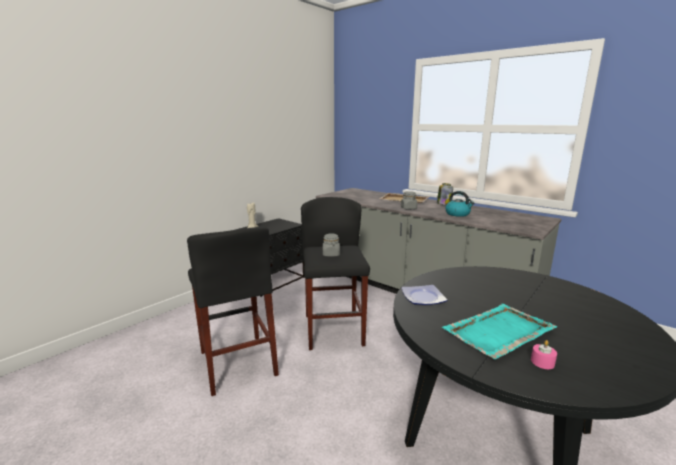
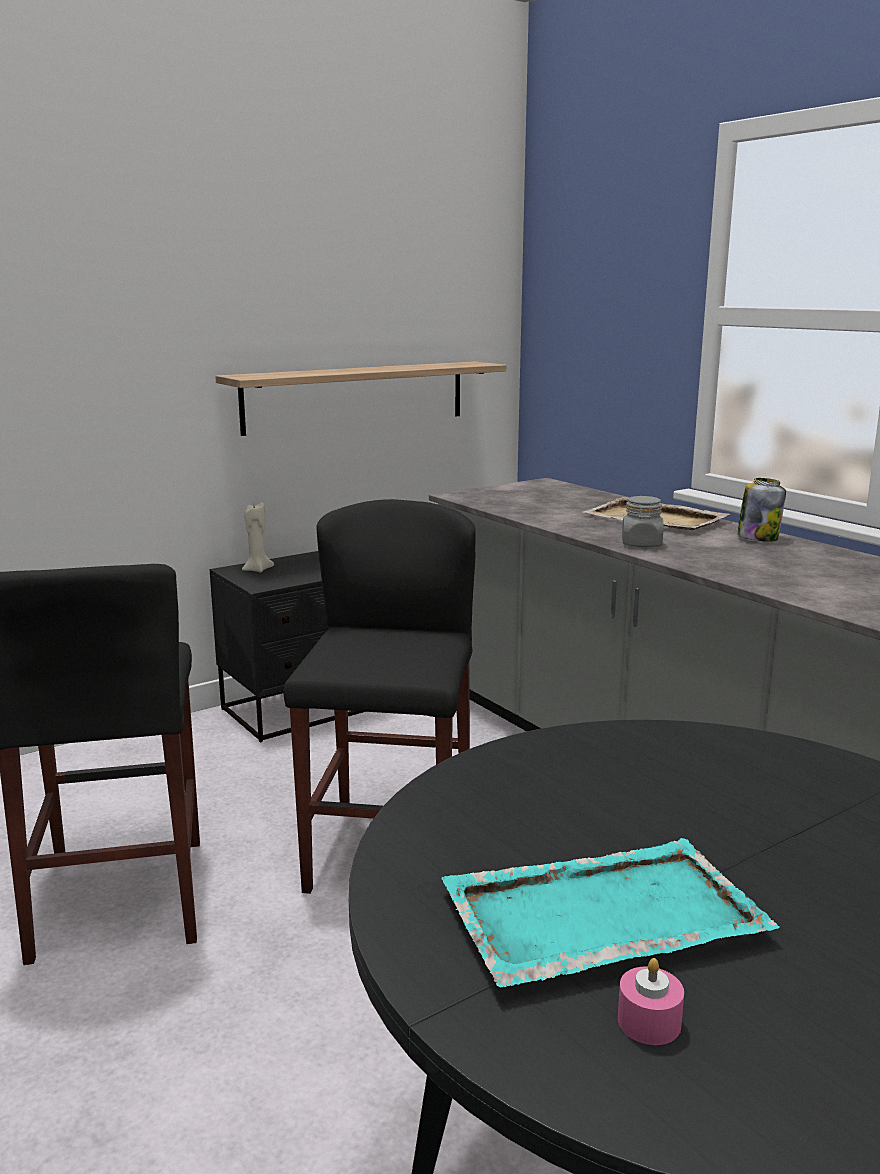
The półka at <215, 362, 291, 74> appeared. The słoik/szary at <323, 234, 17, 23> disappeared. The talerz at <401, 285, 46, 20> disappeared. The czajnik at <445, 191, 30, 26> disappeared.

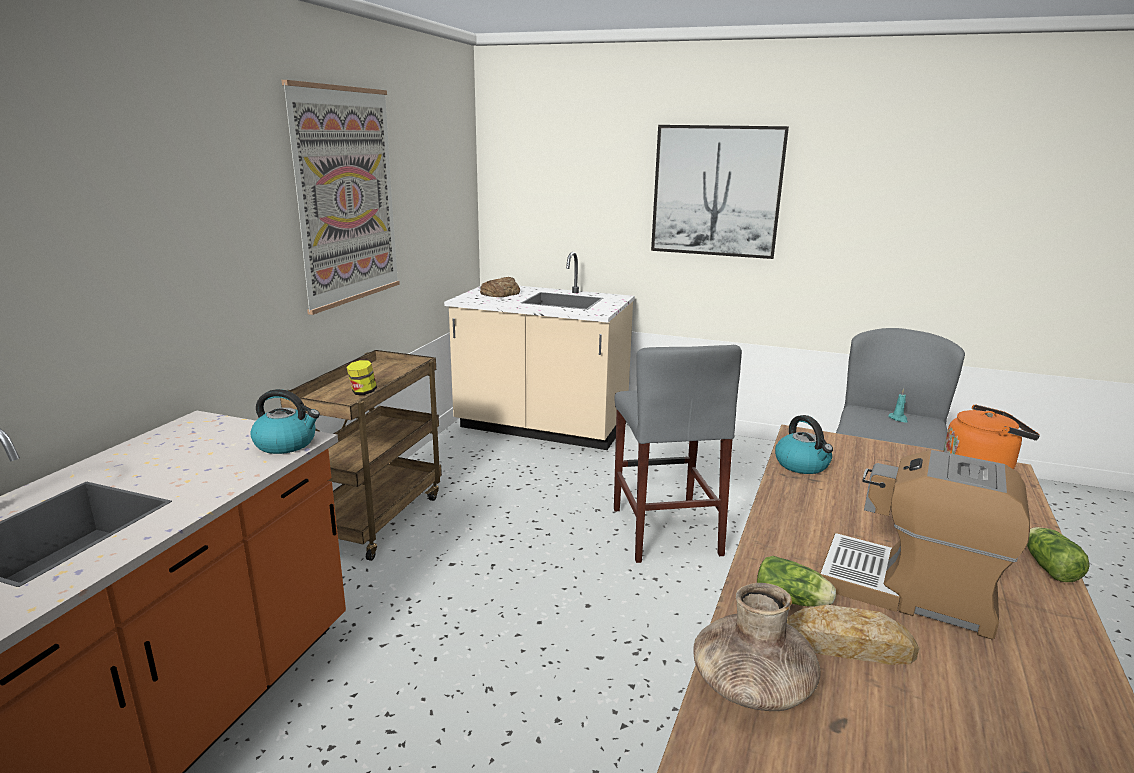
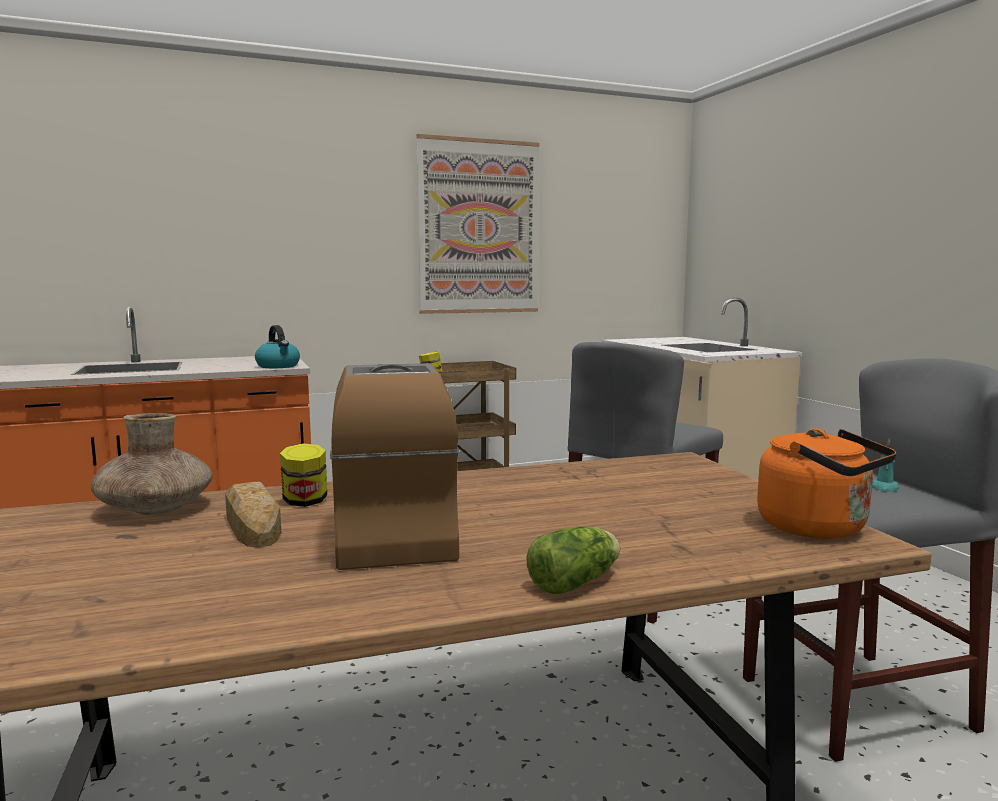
The sałata at <757, 556, 79, 51> was replaced by the słoik at <280, 443, 47, 64>. The chleb at <480, 277, 40, 20> disappeared. The obraz at <651, 125, 138, 134> disappeared. The czajnik at <775, 415, 58, 59> disappeared.

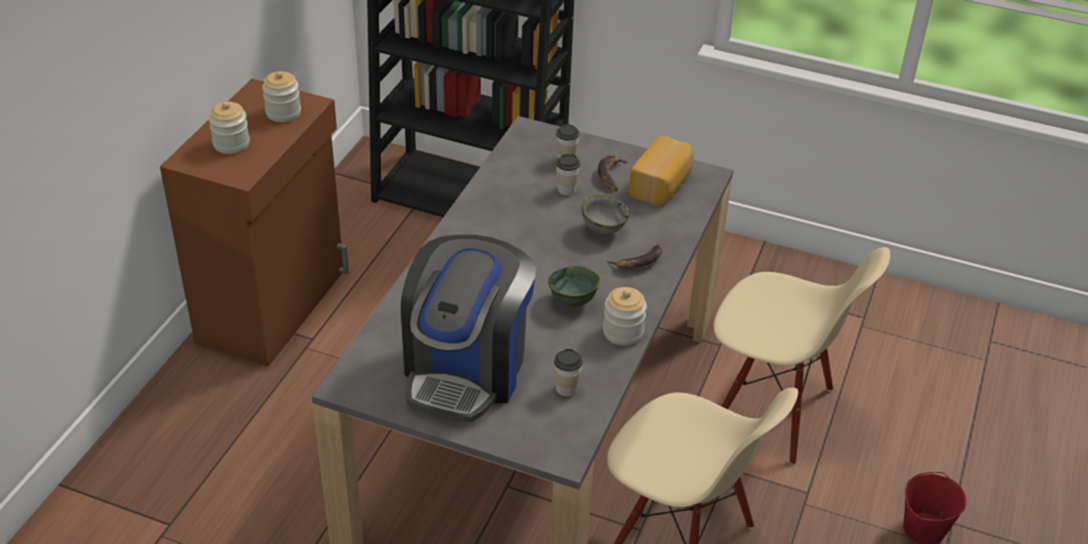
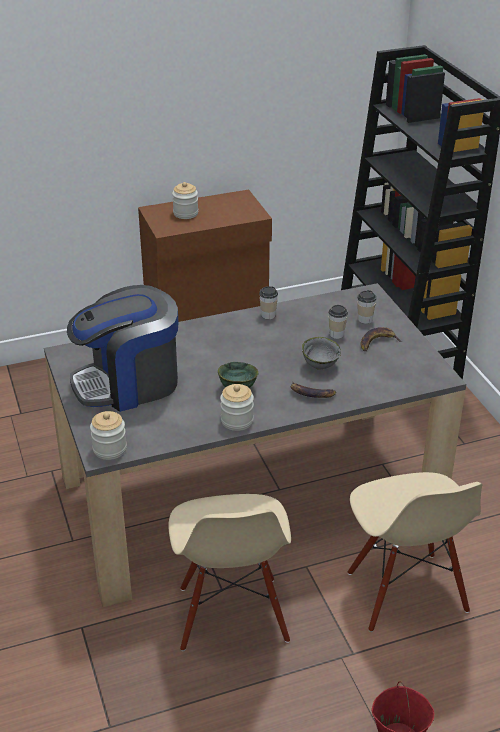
The słoik moved from <262, 71, 39, 51> to <90, 411, 37, 49>. The filiżanka moved from <554, 349, 29, 48> to <259, 286, 19, 33>. The chleb at <629, 136, 65, 70> disappeared.

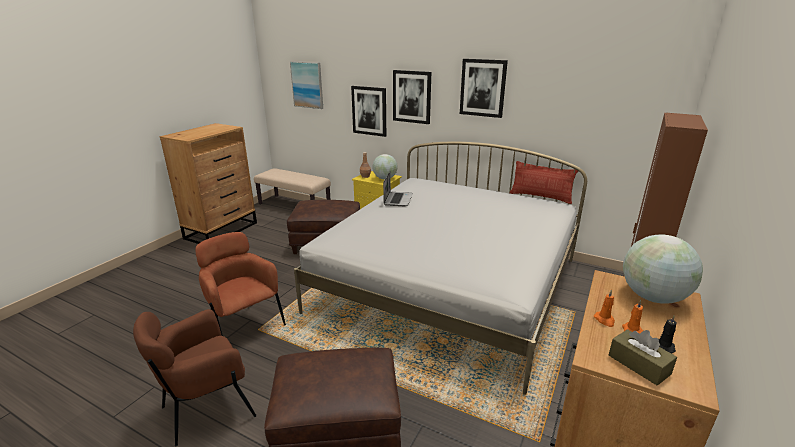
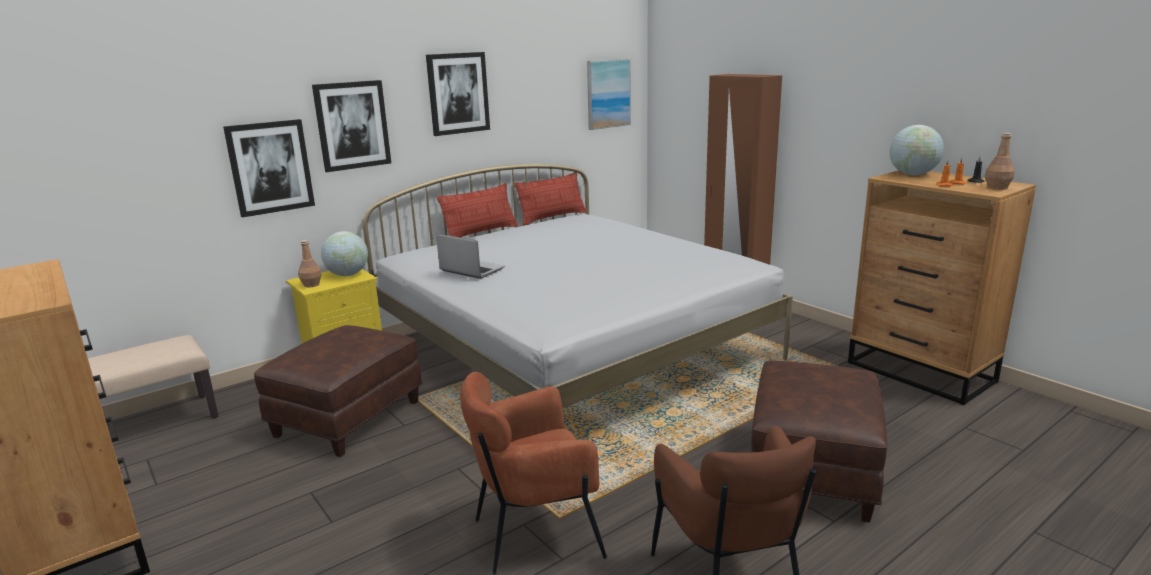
The poduszka at <437, 183, 81, 54> appeared. The obraz moved from <290, 61, 33, 48> to <587, 58, 44, 72>. The pudełko chusteczek/brązowy at <609, 329, 68, 57> was replaced by the butelka/brązowy at <985, 133, 30, 57>.

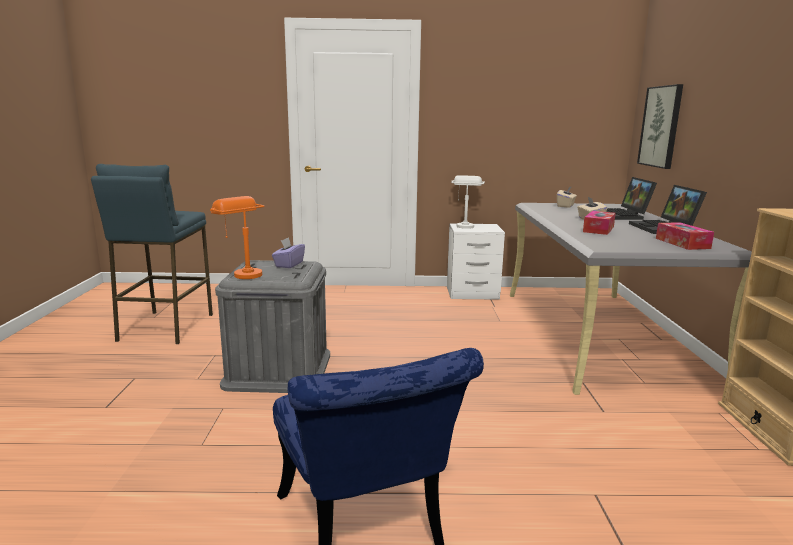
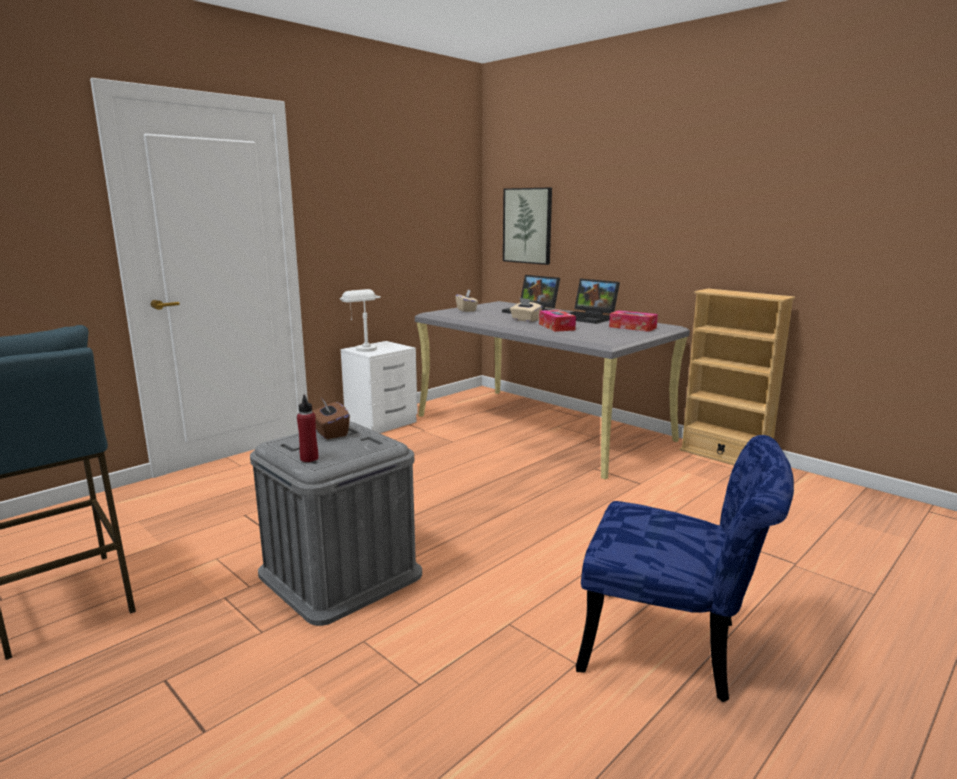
The lampa stołowa/pomarańczowy at <210, 196, 54, 83> was replaced by the butelka/czerwony at <297, 395, 21, 67>. The pudełko chusteczek/fioletowy at <272, 237, 33, 31> became the pudełko chusteczek/brązowy at <312, 397, 38, 42>.

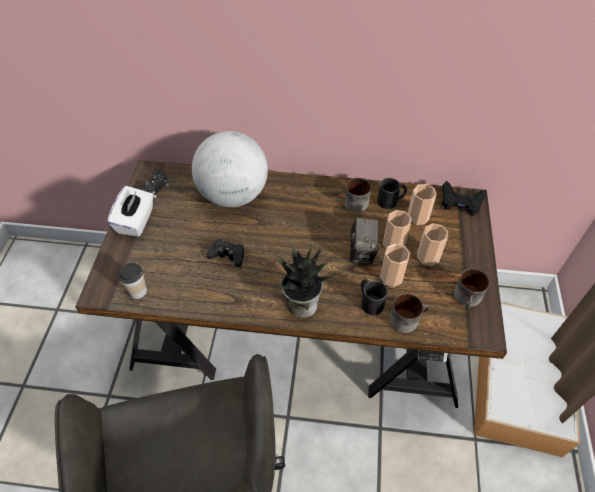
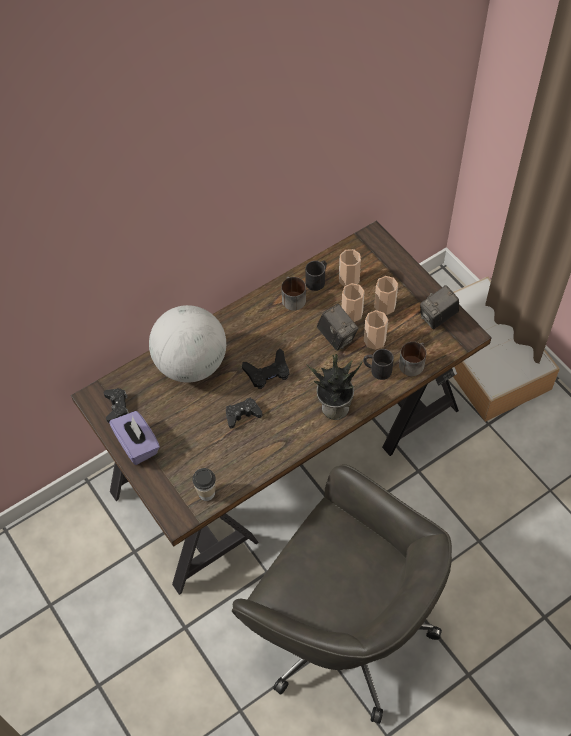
The pudełko chusteczek/biały at <107, 186, 47, 51> became the pudełko chusteczek/fioletowy at <109, 411, 51, 54>. The pad do gier/czarny moved from <442, 181, 45, 35> to <242, 349, 47, 40>. The kubek at <454, 269, 35, 39> was replaced by the aparat fotograficzny at <420, 285, 39, 45>.

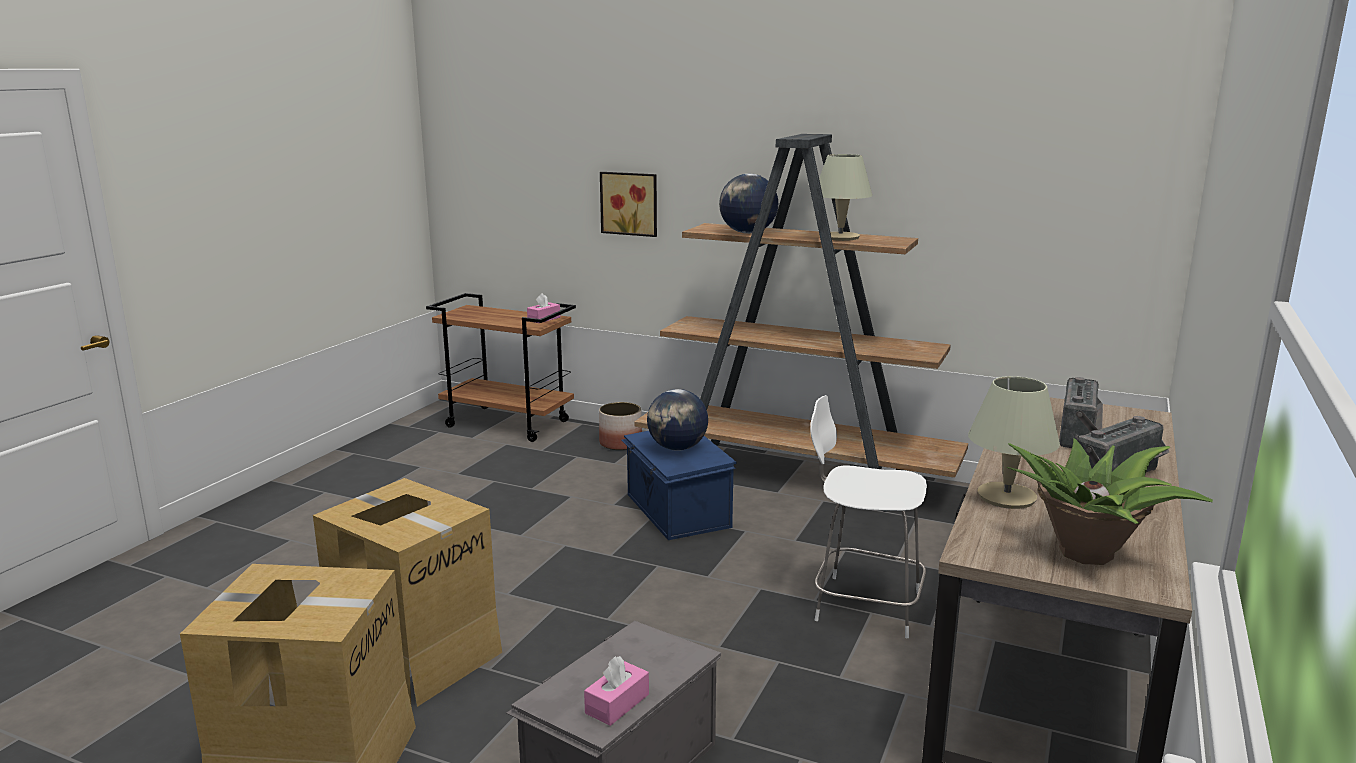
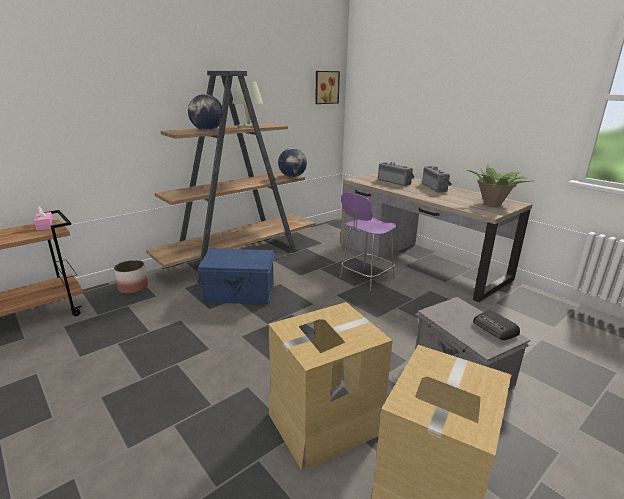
The globus moved from <647, 389, 61, 62> to <278, 148, 29, 29>. The obraz moved from <600, 172, 57, 65> to <315, 71, 25, 33>. The krzesło/biały at <810, 395, 117, 243> became the krzesło/fioletowy at <340, 192, 56, 99>. The pudełko chusteczek/różowy at <584, 656, 65, 70> was replaced by the radio at <473, 310, 47, 30>. The lampa stołowa/beżowy at <968, 376, 92, 133> disappeared.

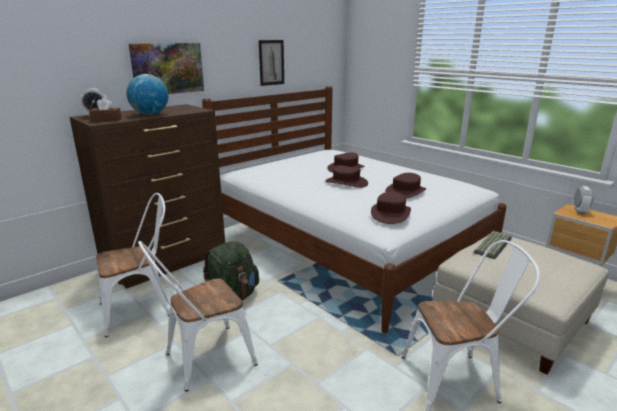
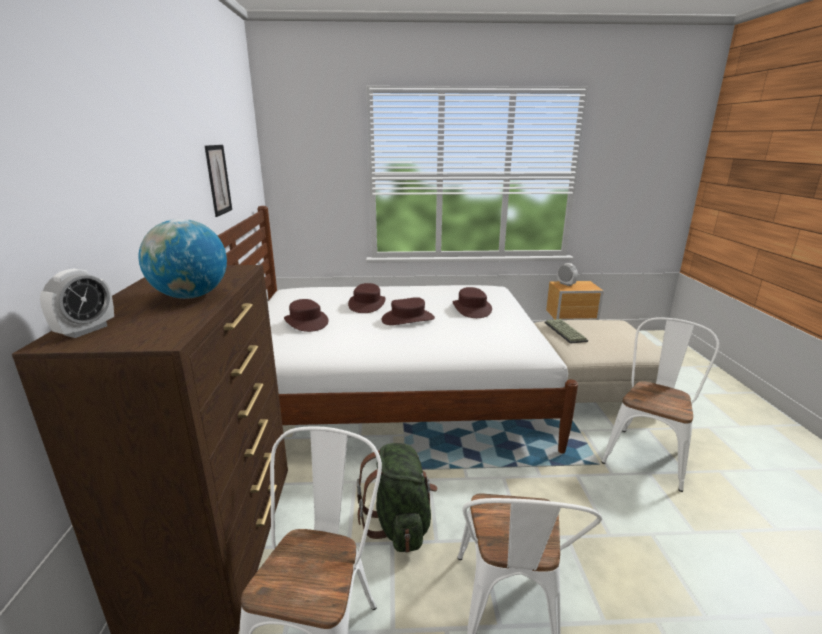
The kapelusz/brązowy moved from <371, 191, 40, 33> to <284, 299, 45, 33>. The pudełko chusteczek/brązowy at <89, 98, 33, 24> disappeared. The obraz at <129, 43, 75, 51> disappeared.

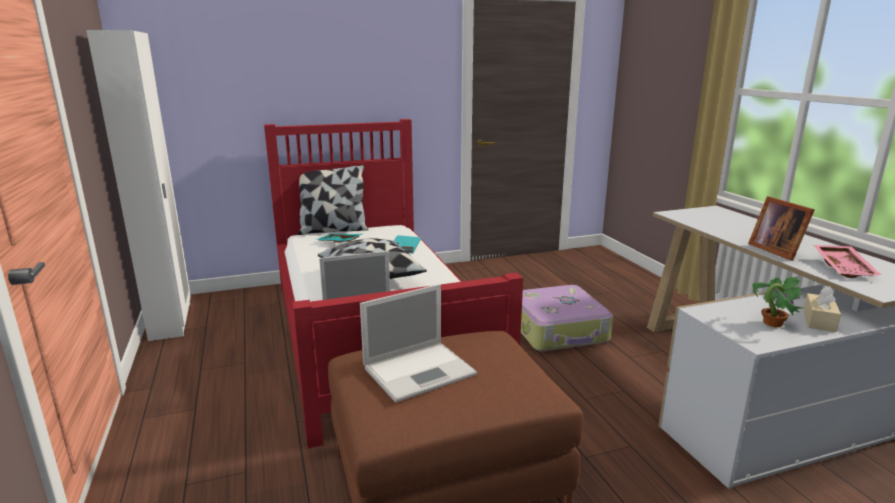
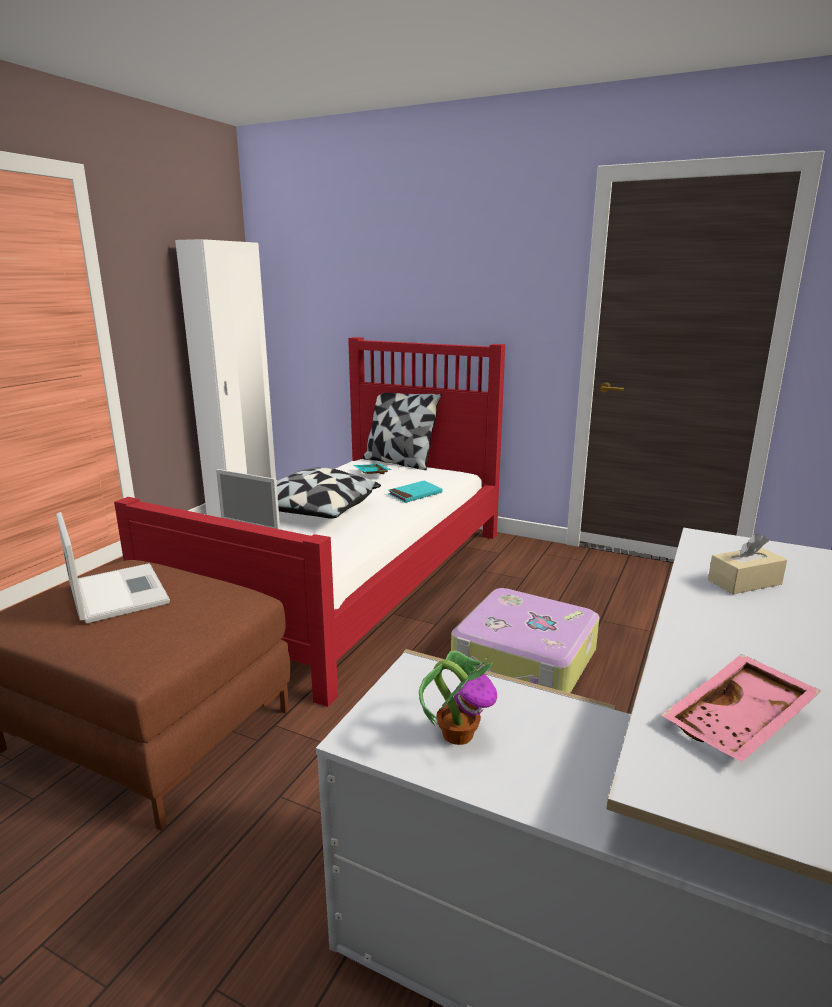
The laptop at <360, 284, 117, 119> turned 135 degrees counterclockwise. The pudełko chusteczek/beżowy moved from <803, 286, 38, 46> to <708, 533, 79, 61>. The ramka na zdjęcie at <748, 196, 67, 65> disappeared.

